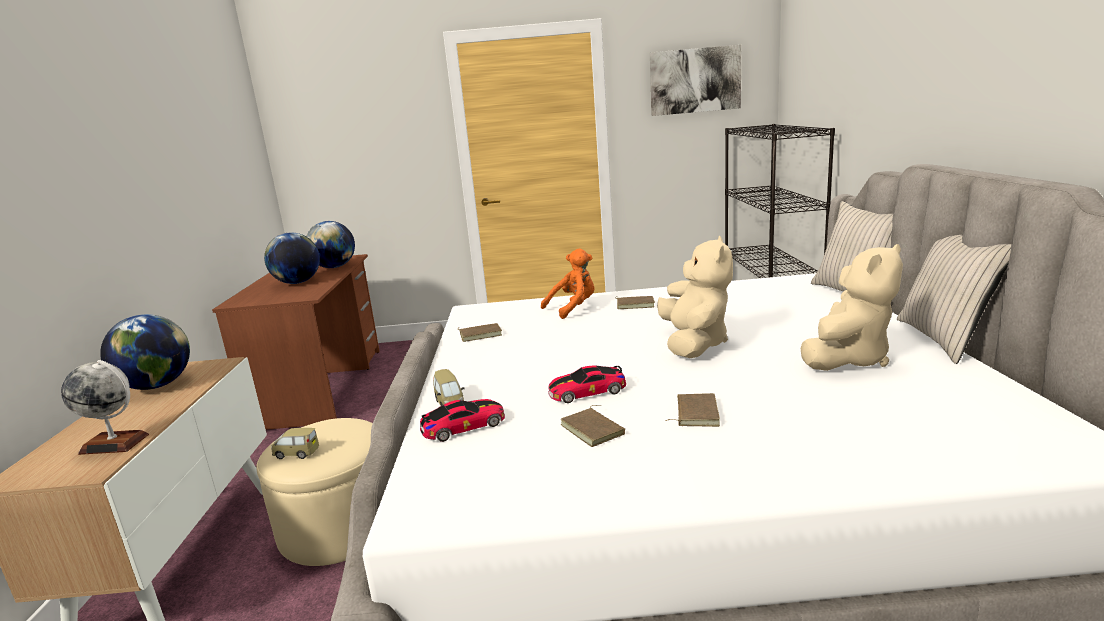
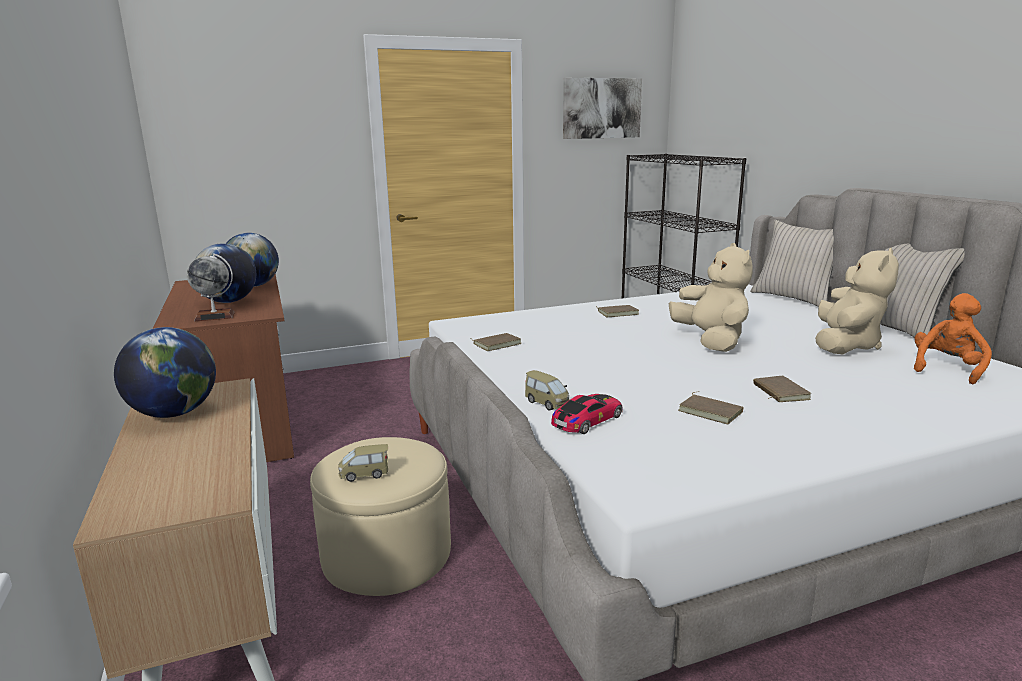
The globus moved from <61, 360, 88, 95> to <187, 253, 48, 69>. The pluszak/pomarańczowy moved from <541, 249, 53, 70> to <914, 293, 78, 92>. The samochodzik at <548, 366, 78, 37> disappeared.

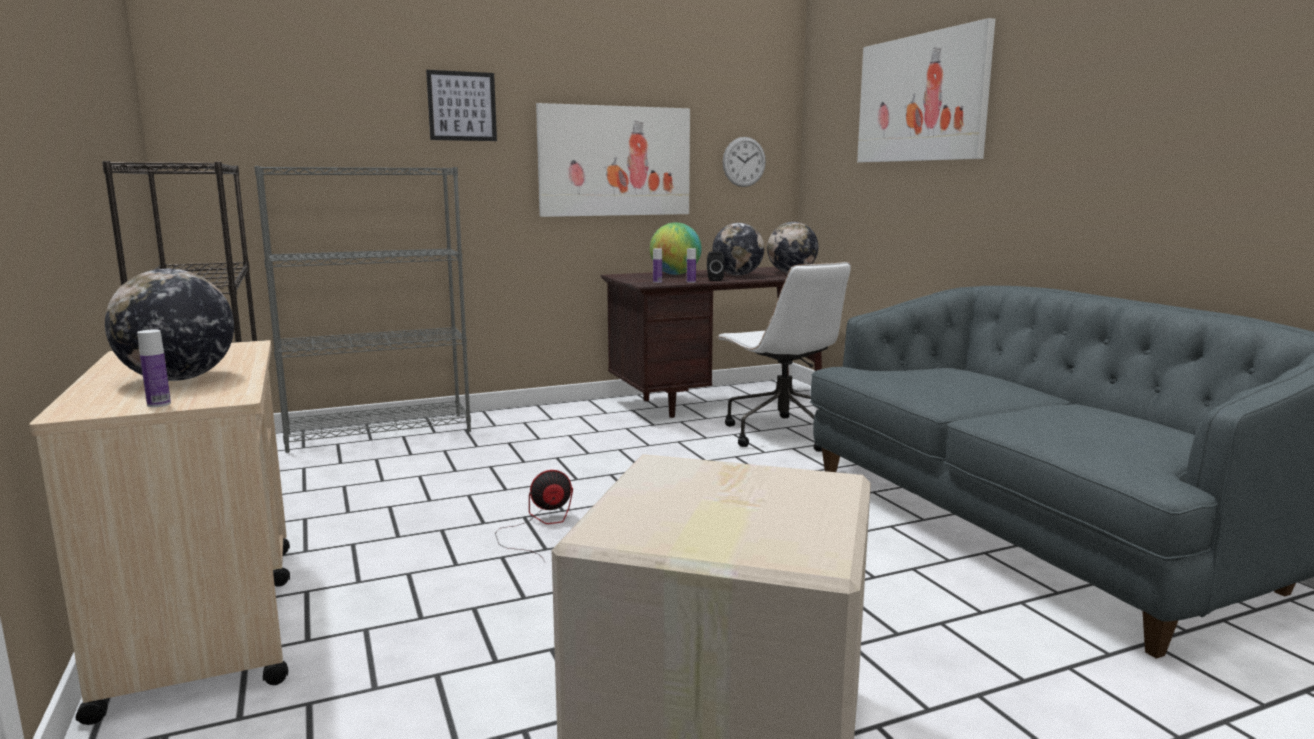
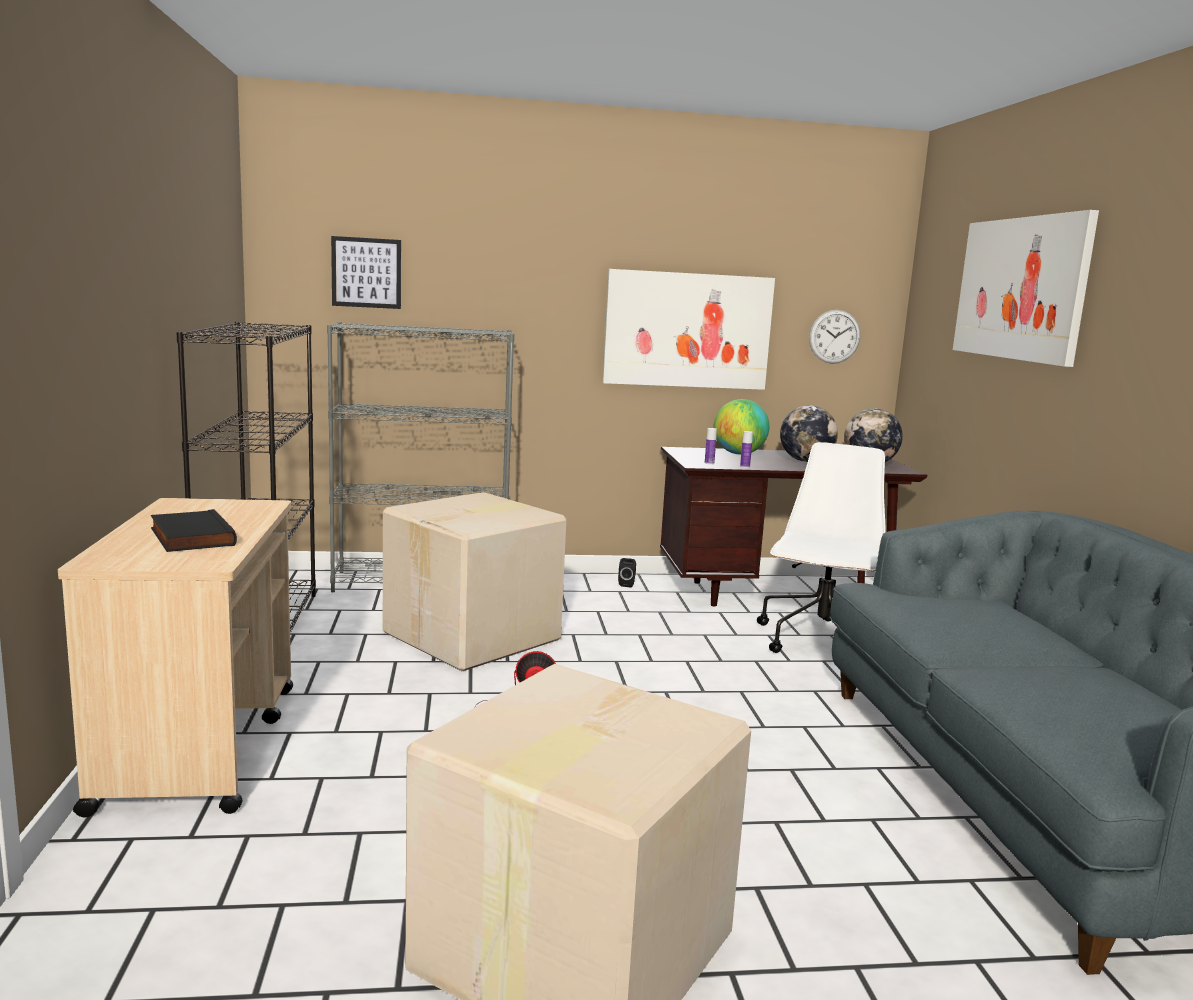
The globus at <105, 269, 129, 112> was replaced by the książka/czarny at <151, 509, 86, 43>. The obraz moved from <426, 70, 71, 71> to <331, 236, 70, 73>. The karton at <383, 492, 183, 179> appeared. The głośnik/czarny moved from <707, 251, 17, 30> to <618, 558, 18, 29>. The krzesło biurowe/biały at <716, 262, 135, 190> turned 150 degrees counterclockwise. The butelka at <137, 329, 34, 78> disappeared.

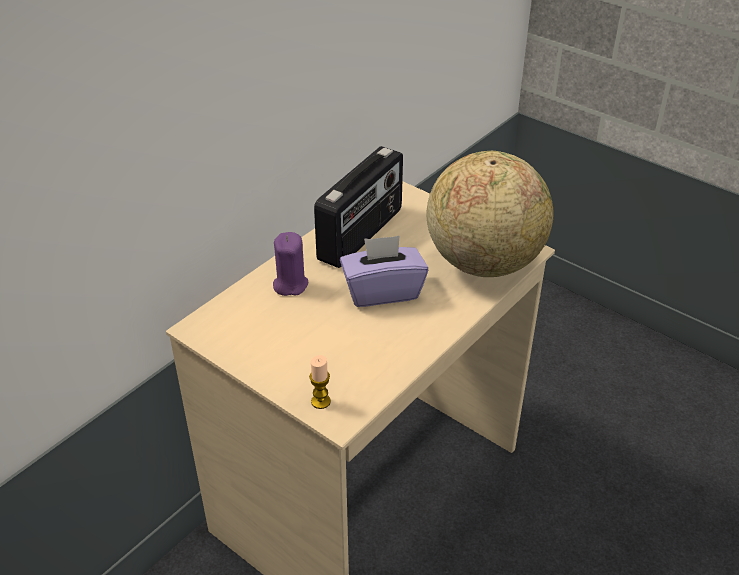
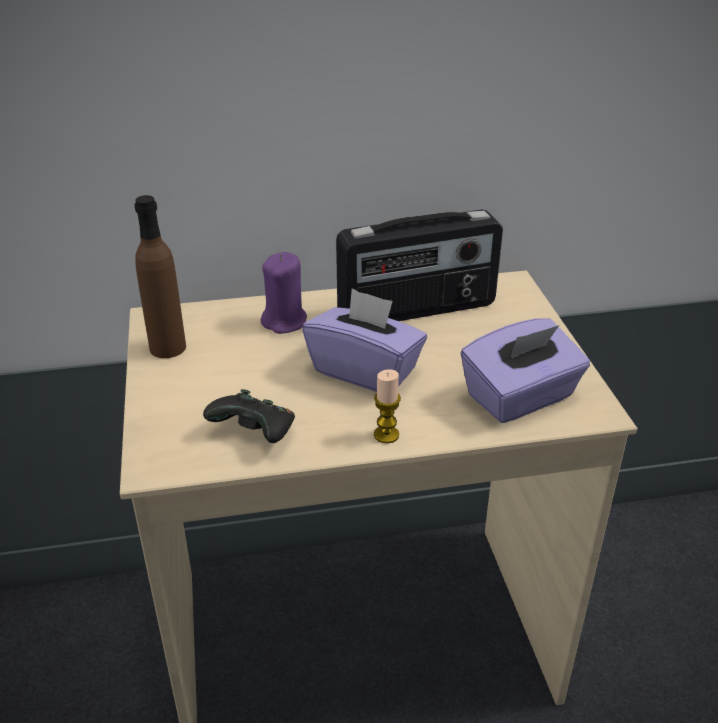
The butelka/brązowy at <134, 195, 52, 163> appeared. The pad do gier/czarny at <203, 389, 92, 54> appeared. The świeca moved from <309, 355, 22, 54> to <374, 369, 27, 74>. The globus at <426, 151, 127, 126> was replaced by the pudełko chusteczek/fioletowy at <461, 318, 129, 105>.

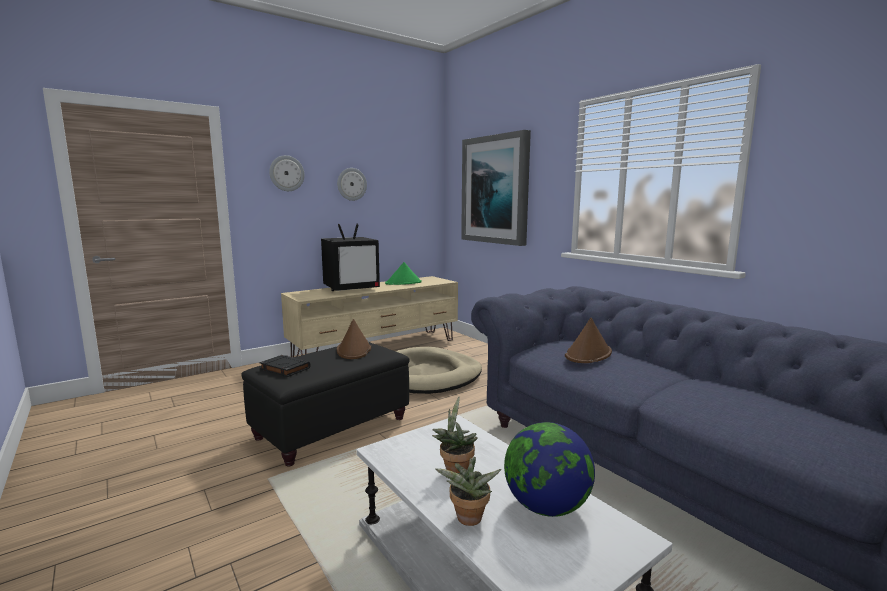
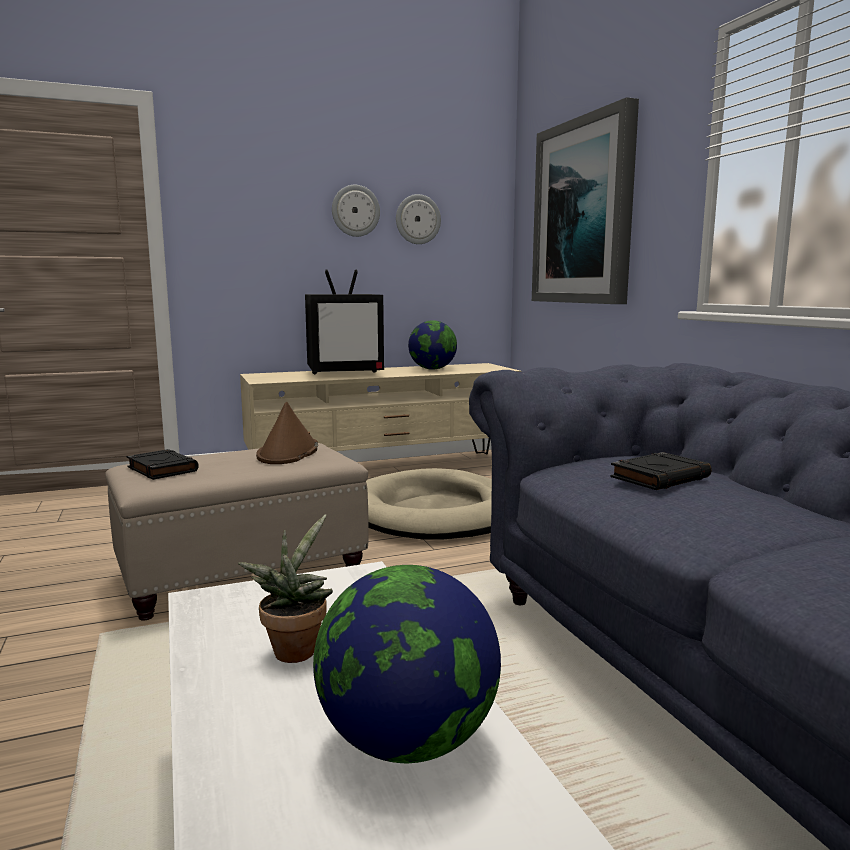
The pufa/czarny at <241, 342, 169, 124> became the pufa/beżowy at <105, 443, 263, 178>. The zegar ścienny moved from <269, 155, 35, 36> to <396, 194, 45, 50>. The kapelusz/zielony at <385, 262, 37, 23> was replaced by the globus at <408, 320, 49, 50>. The kapelusz/brązowy at <565, 318, 47, 45> was replaced by the książka/czarny at <610, 452, 102, 38>. The roślina doniczkowa at <435, 457, 66, 69> disappeared.

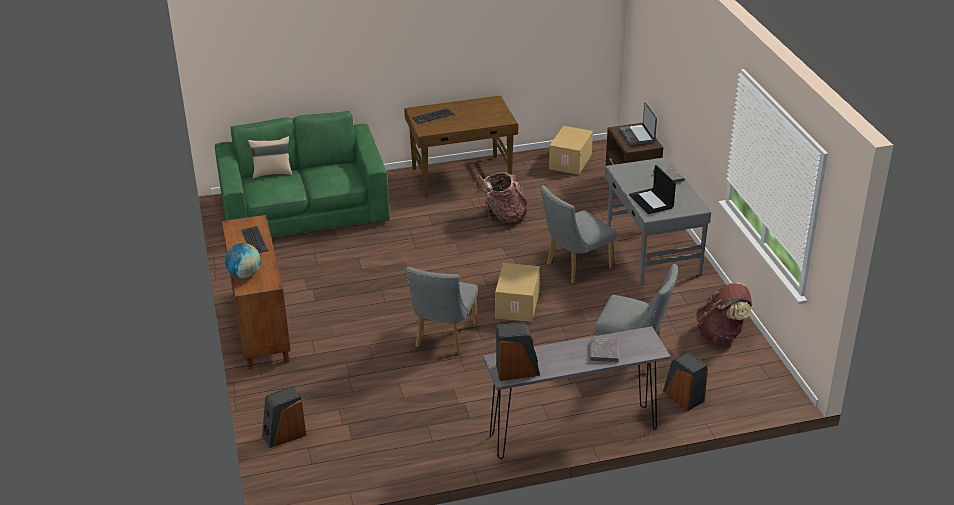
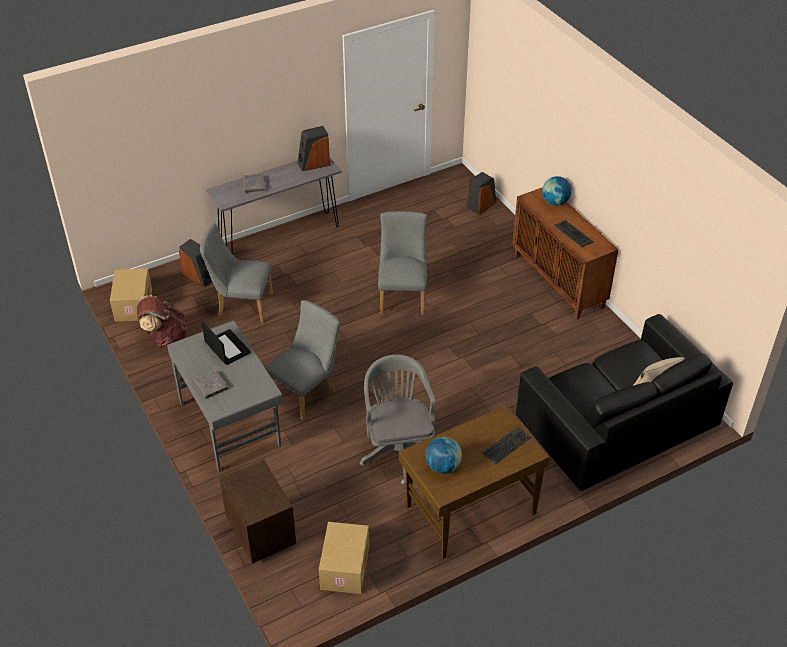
The karton moved from <495, 263, 45, 59> to <110, 268, 42, 54>. The plecak at <474, 172, 53, 53> was replaced by the krzesło biurowe/szary at <360, 354, 75, 131>. The globus at <425, 437, 37, 37> appeared. The kanapa/zielony at <215, 111, 175, 126> became the kanapa/czarny at <516, 314, 217, 177>. The laptop at <619, 102, 38, 43> disappeared.

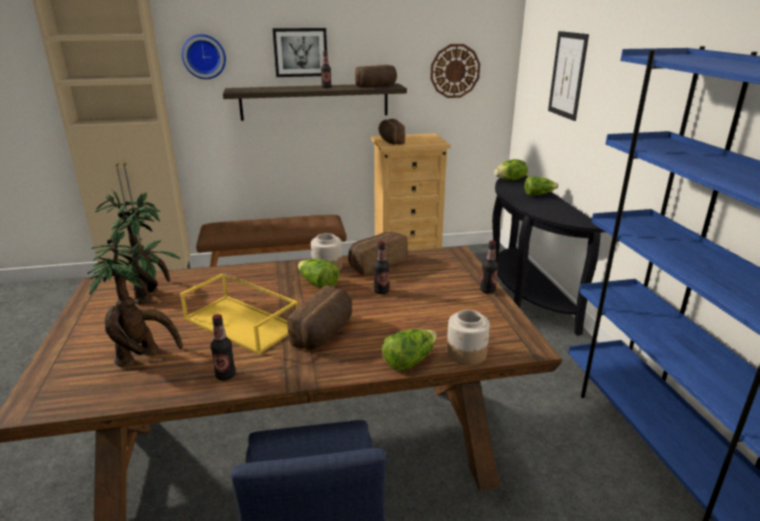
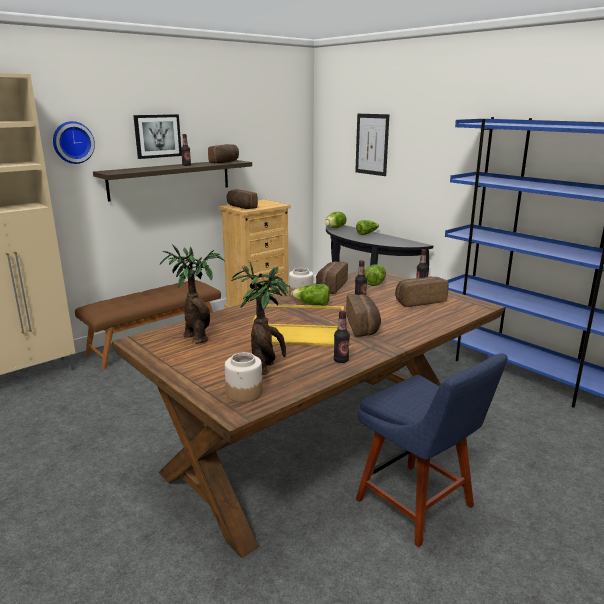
The słoik moved from <447, 310, 43, 55> to <225, 352, 38, 50>. The sałata moved from <382, 329, 55, 42> to <365, 264, 21, 22>. The chleb at <395, 277, 54, 30> appeared. The zegar ścienny at <430, 44, 50, 54> disappeared.

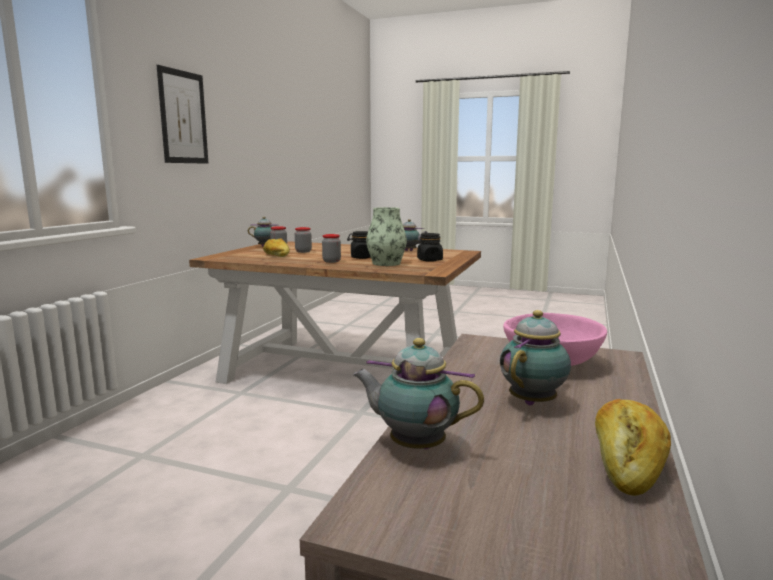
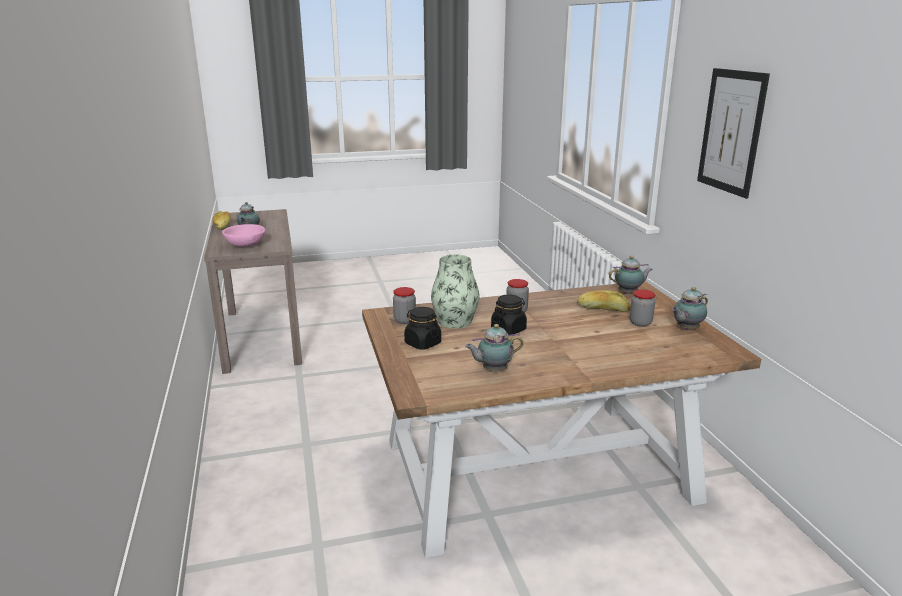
The słoik moved from <295, 227, 17, 26> to <393, 287, 23, 37>. The imbryk moved from <353, 338, 131, 111> to <609, 256, 44, 38>.

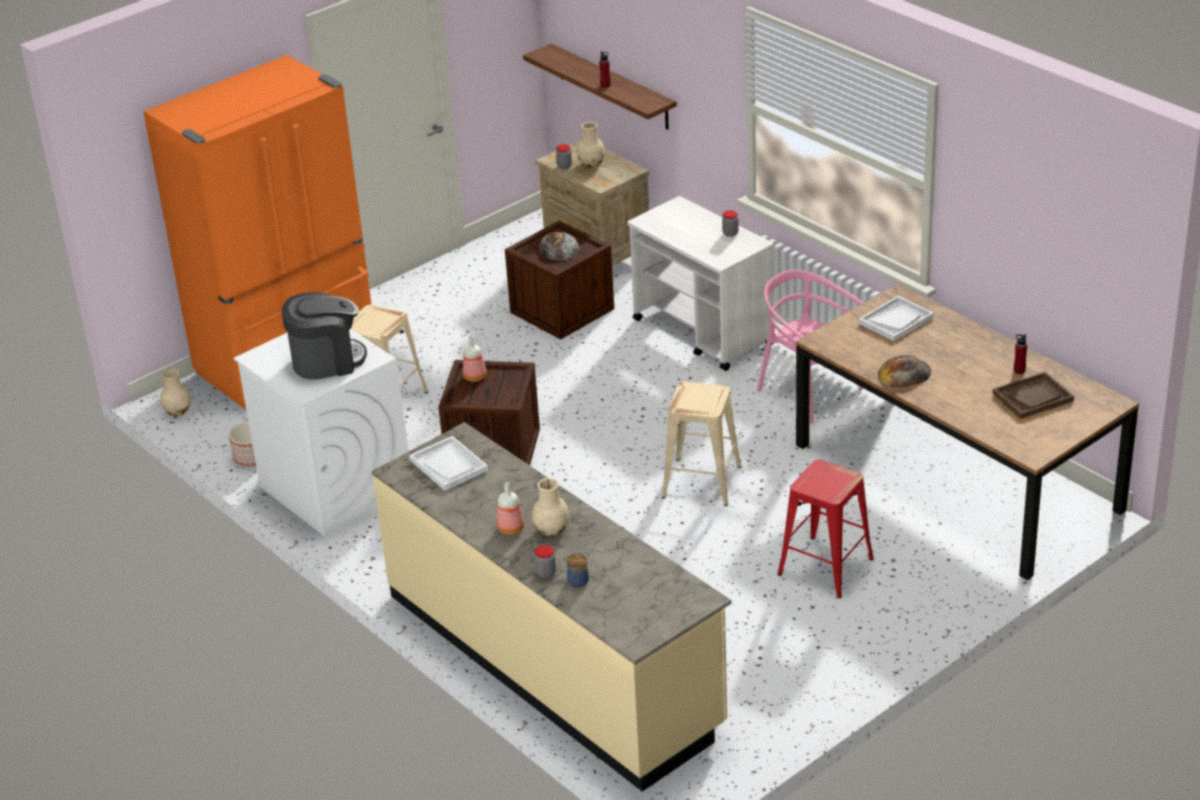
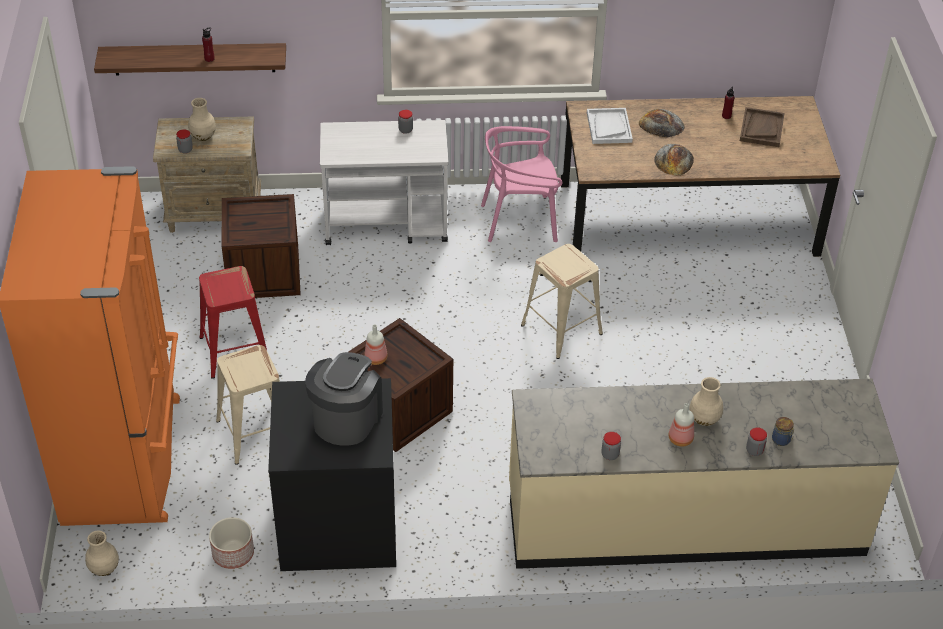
The stołek/czerwony moved from <778, 460, 96, 138> to <199, 266, 68, 113>. The pralka/biały at <234, 329, 175, 208> became the pralka/czarny at <268, 378, 128, 193>. The słoik at <601, 432, 20, 28> appeared. The chleb moved from <539, 232, 41, 29> to <638, 109, 47, 29>. The taca/biały at <409, 436, 79, 55> disappeared.

